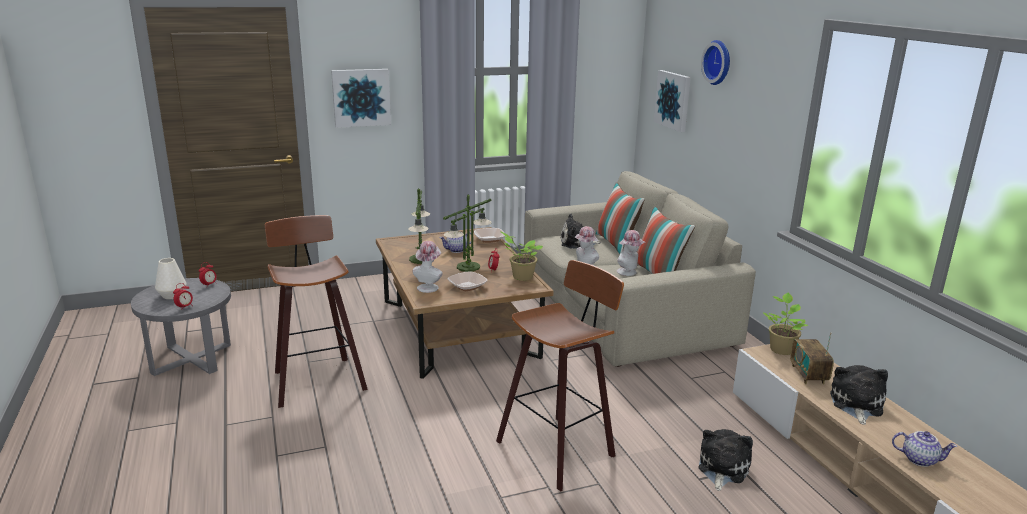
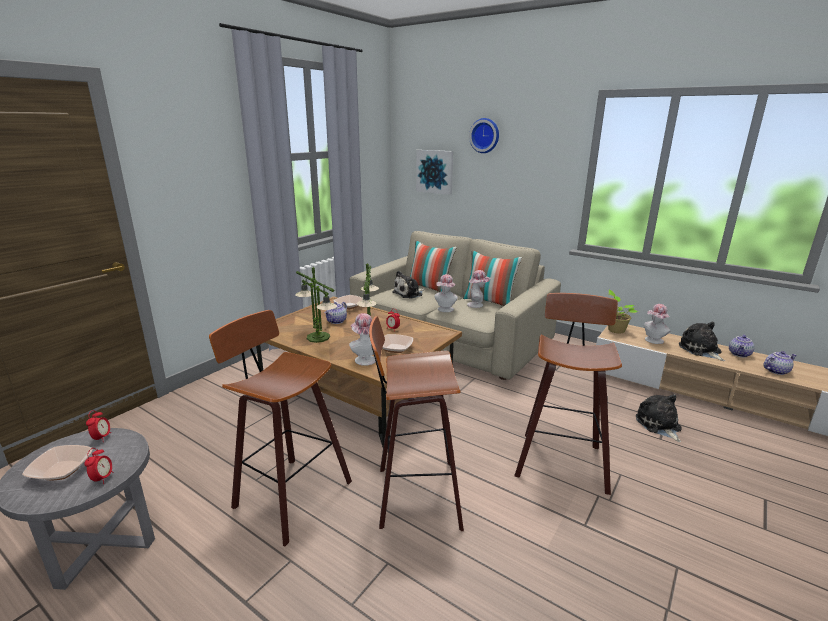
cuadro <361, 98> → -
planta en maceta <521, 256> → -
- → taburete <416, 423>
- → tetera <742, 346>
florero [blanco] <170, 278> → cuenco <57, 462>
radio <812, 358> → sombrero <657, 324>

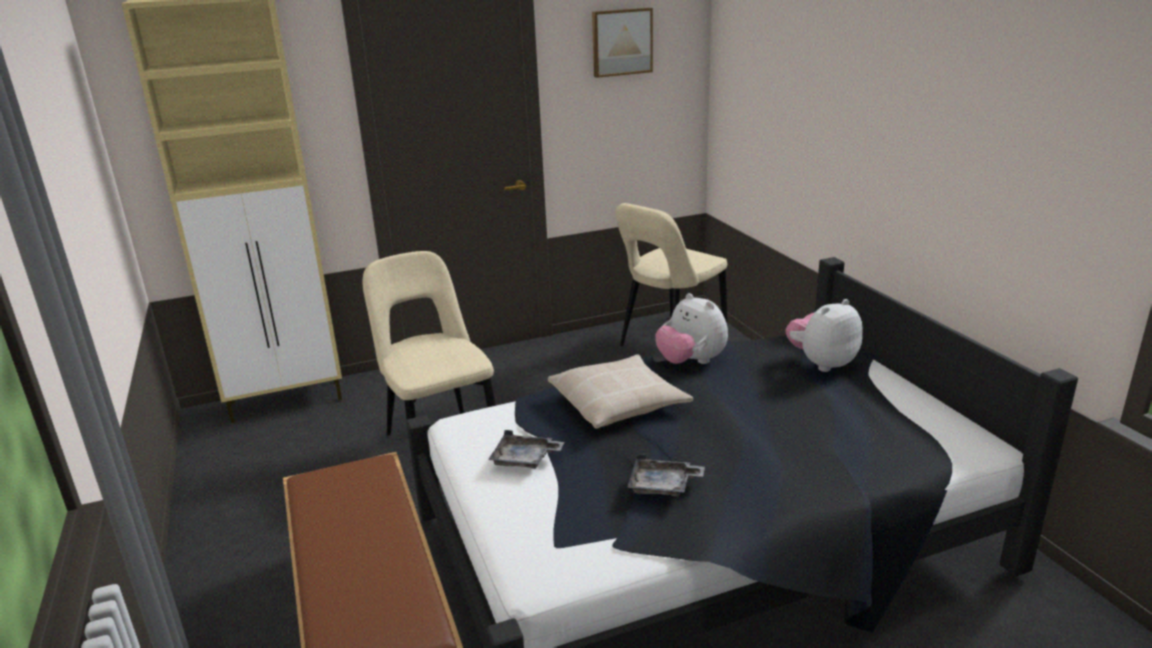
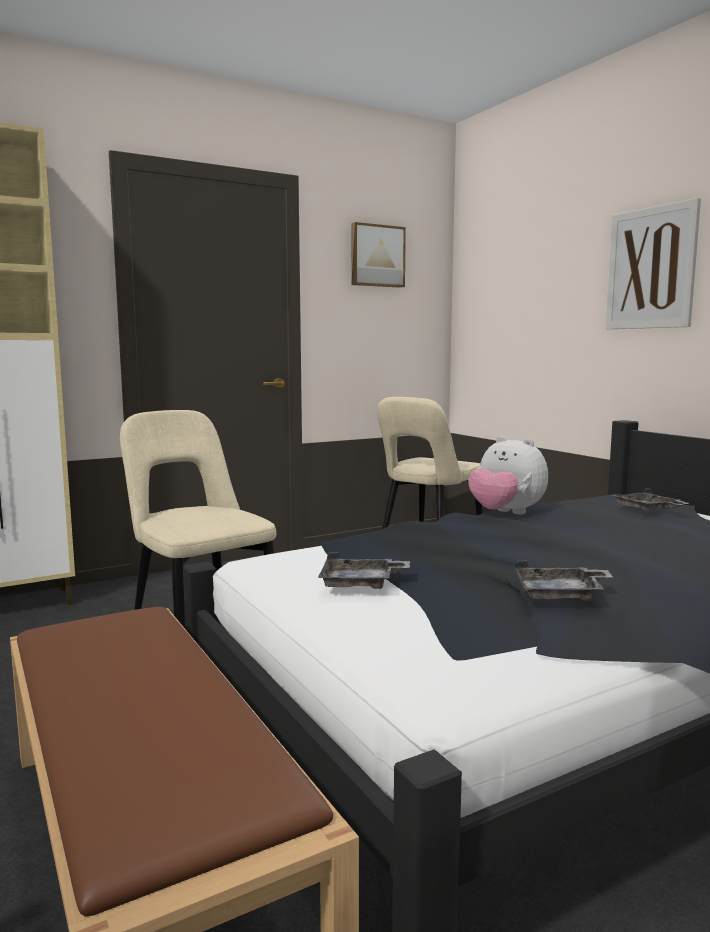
cojín [beis] <620, 391> → -
- → cuadro <653, 263>
peluche <824, 335> → bandeja [gris] <650, 500>

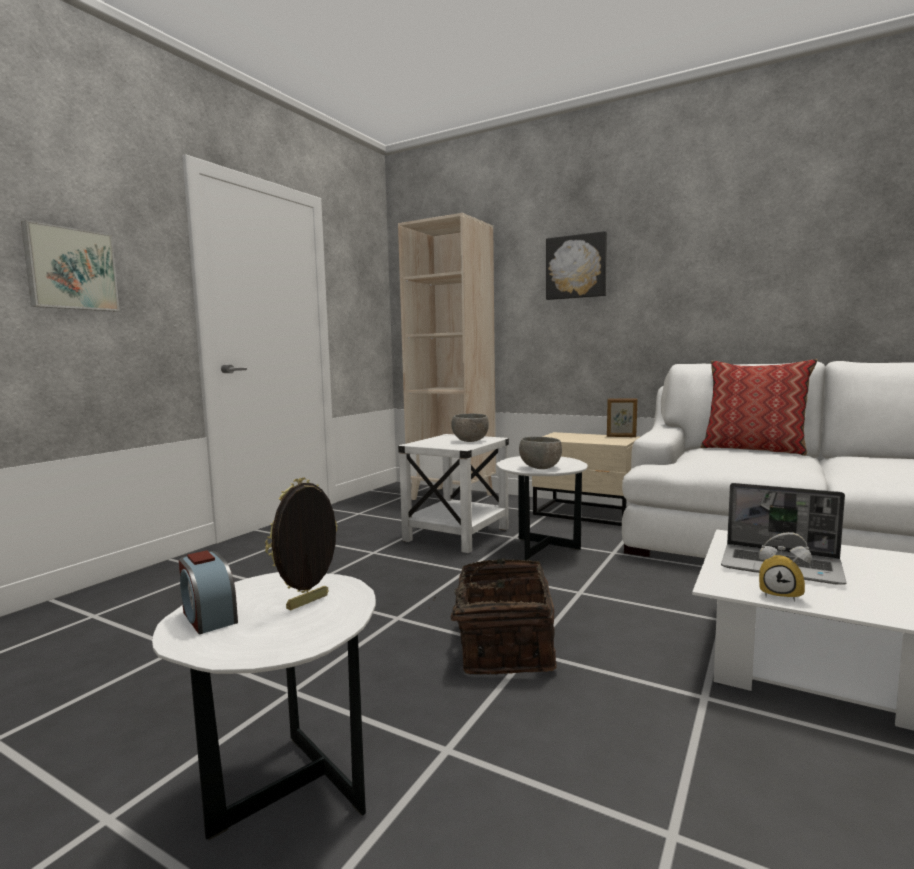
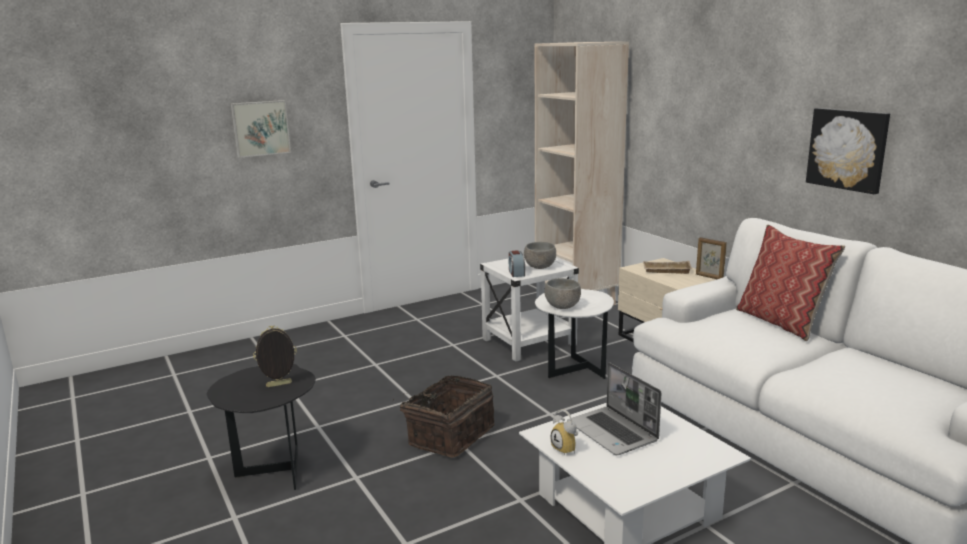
- → bandeja [beis] <667, 267>
despertador <208, 592> → despertador <517, 263>, move
cuadro <576, 265> → cuadro <848, 151>, move
mesa auxiliar [blanco] <264, 706> → mesa auxiliar [negro] <261, 427>

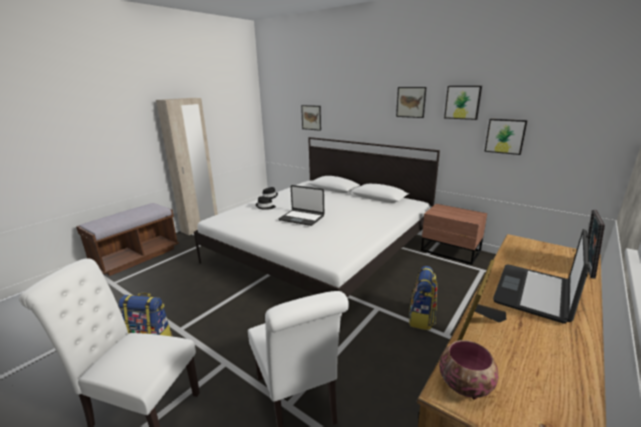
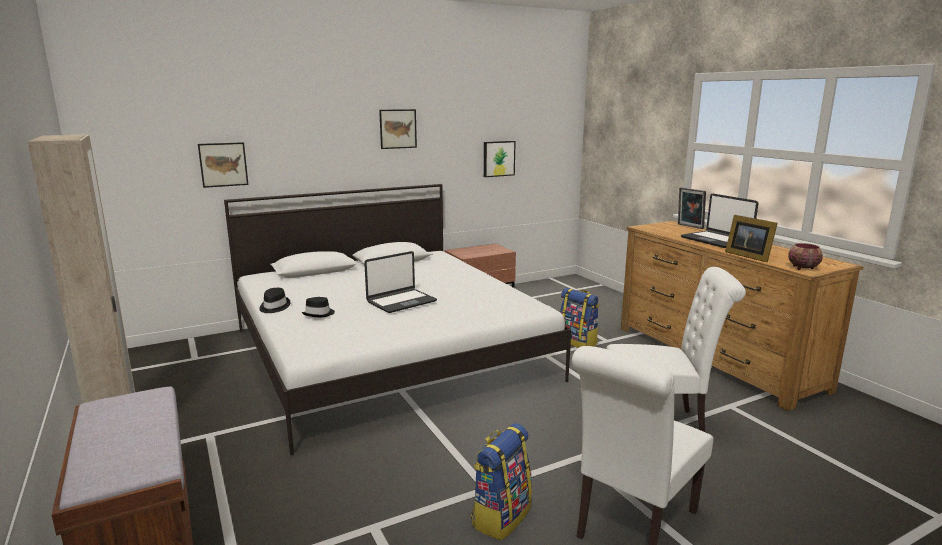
cuadro <463, 103> → -

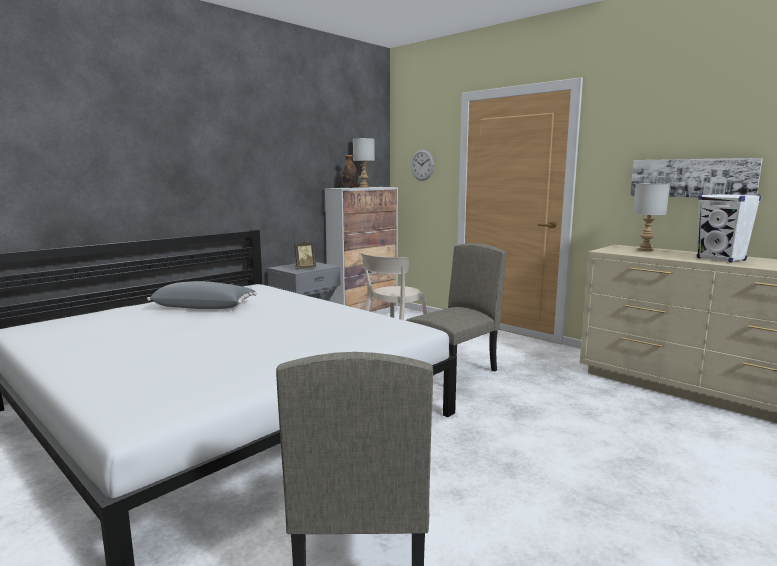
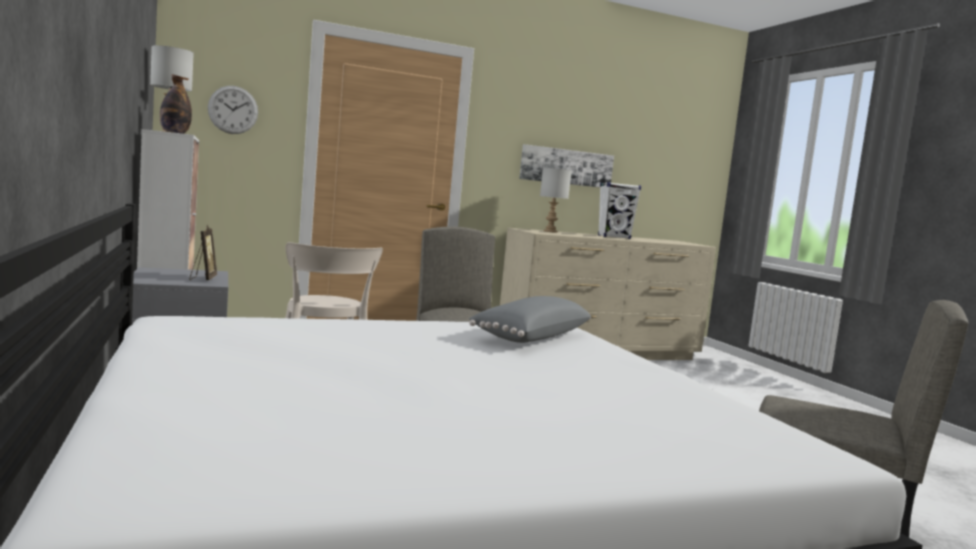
cojín [gris] <202, 295> → cojín [gris] <530, 319>, move

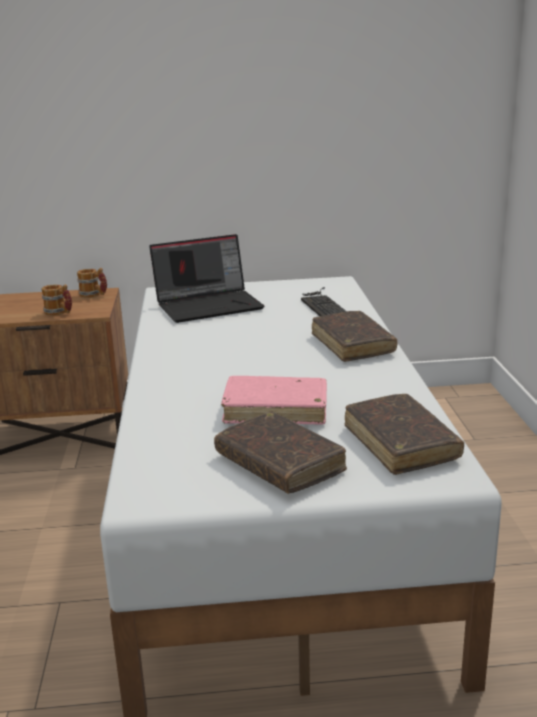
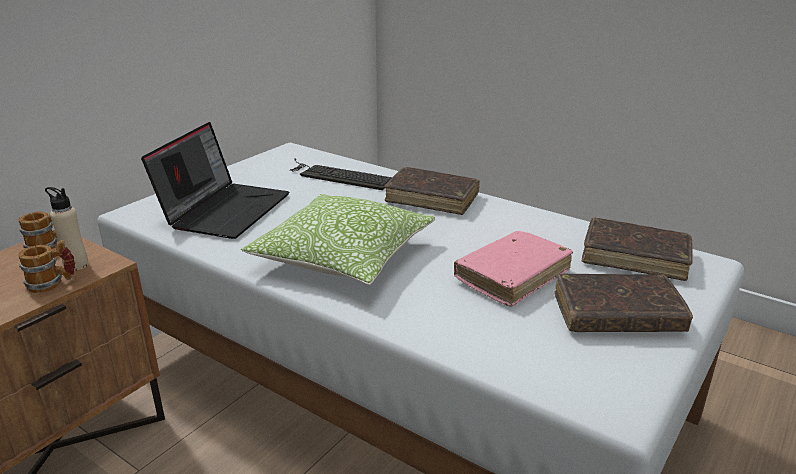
- → botella [beis] <66, 229>
- → cojín <338, 239>

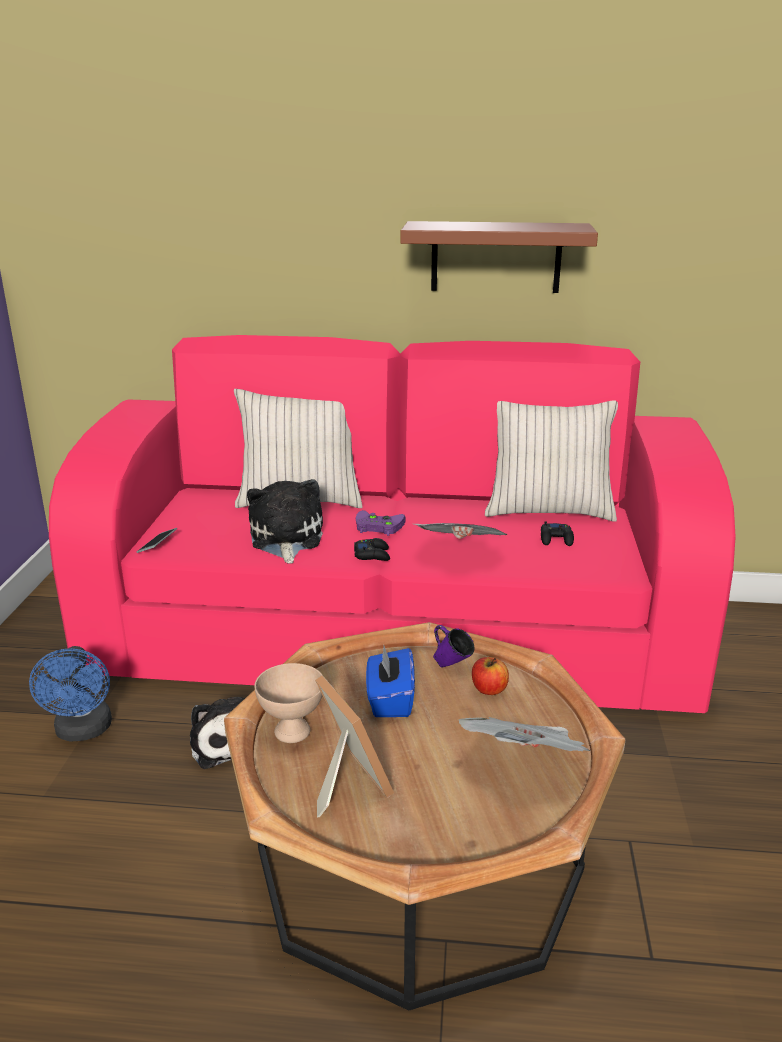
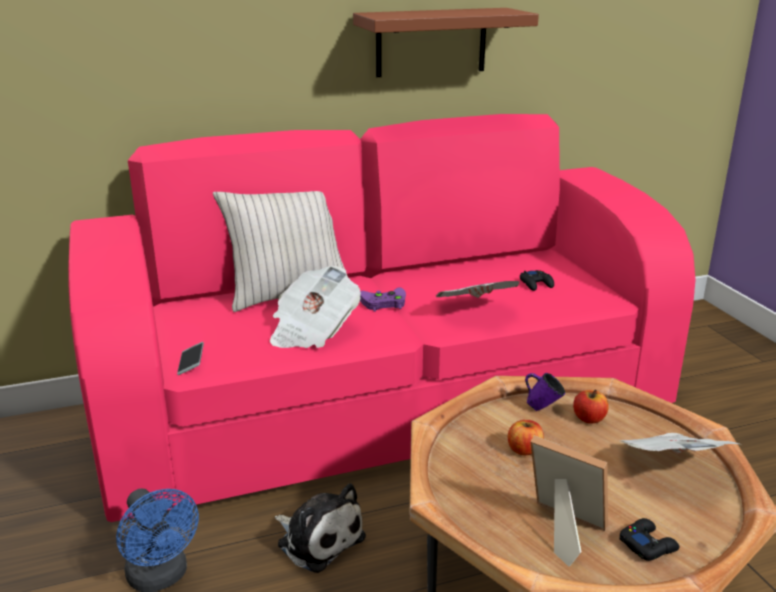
cuenco [beis] <288, 703> → -
cojín [beis] <551, 461> → -
mando de consola [negro] <372, 549> → mando de consola [negro] <649, 539>, move
peluche <285, 521> → periódico <315, 307>
caja de pañuelos [azul] <390, 681> → manzana <526, 437>

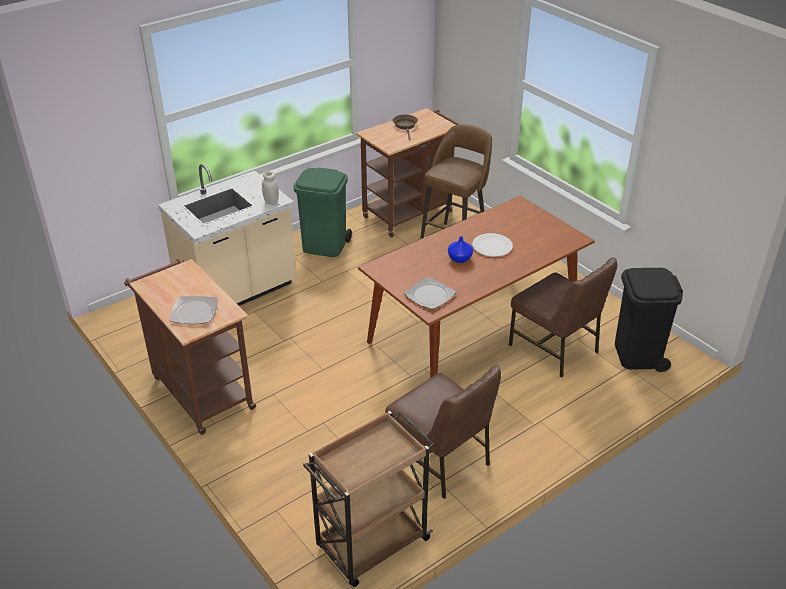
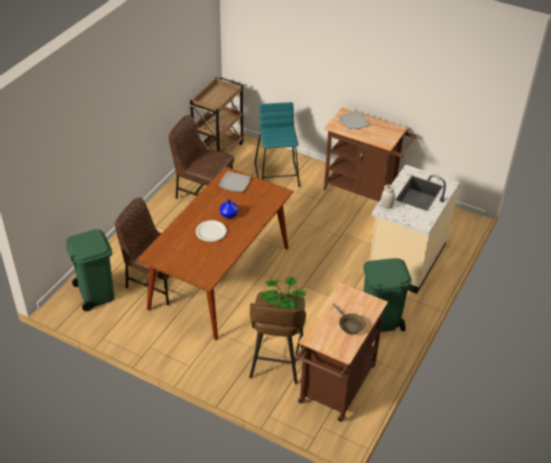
- → taburete [turquesa] <277, 144>
- → planta en maceta <283, 292>
papelera [negro] <649, 320> → papelera [verde] <90, 270>

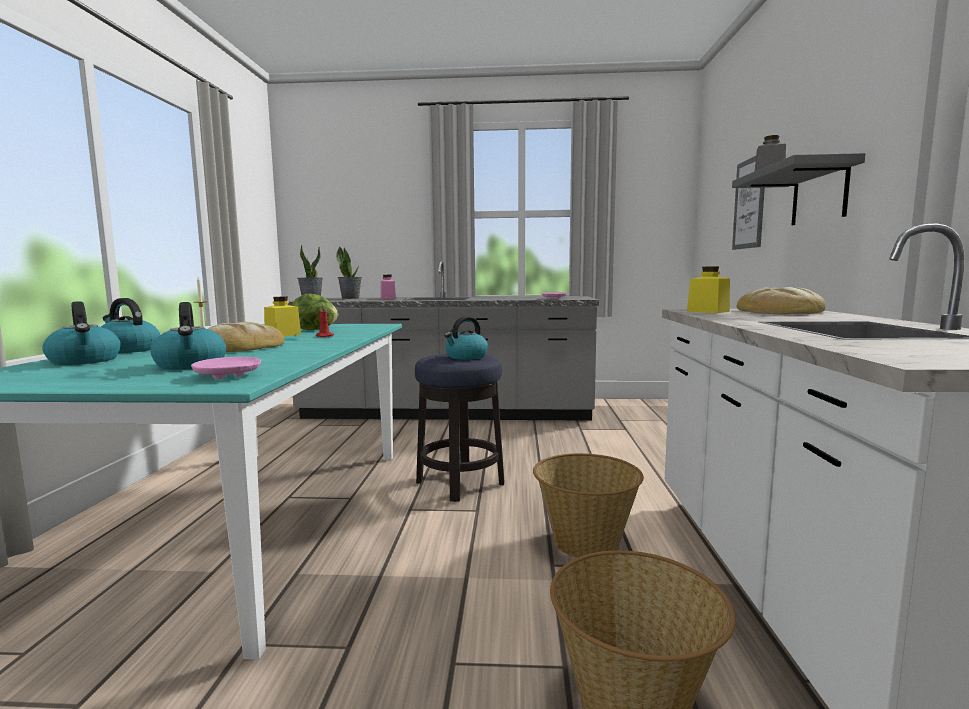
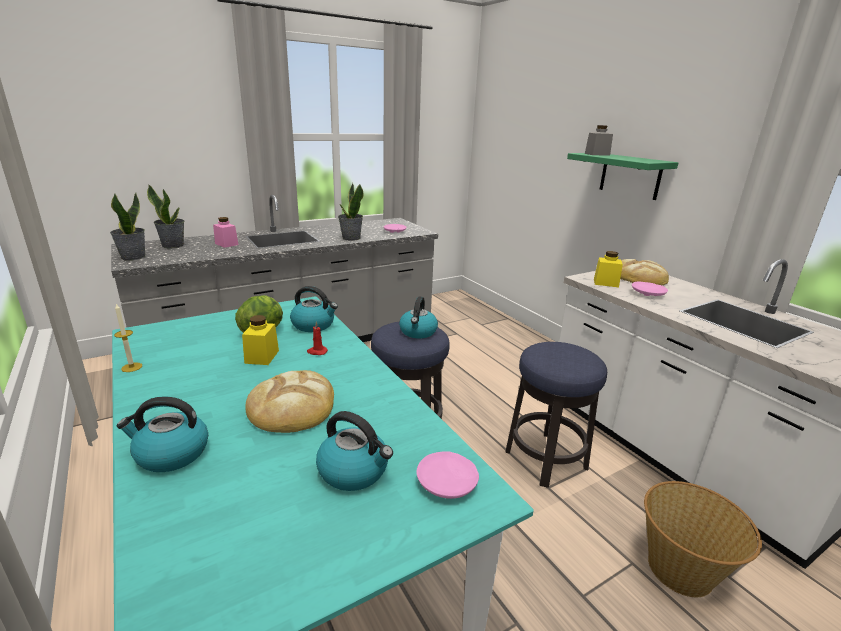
cuadro <748, 203> → -
- → planta en maceta <351, 212>
- → plato [rosa] <650, 289>
hervidor <81, 333> → hervidor <314, 309>, move
cesta <588, 505> → taburete <556, 415>
estante [gris] <798, 189> → estante [verde] <623, 176>

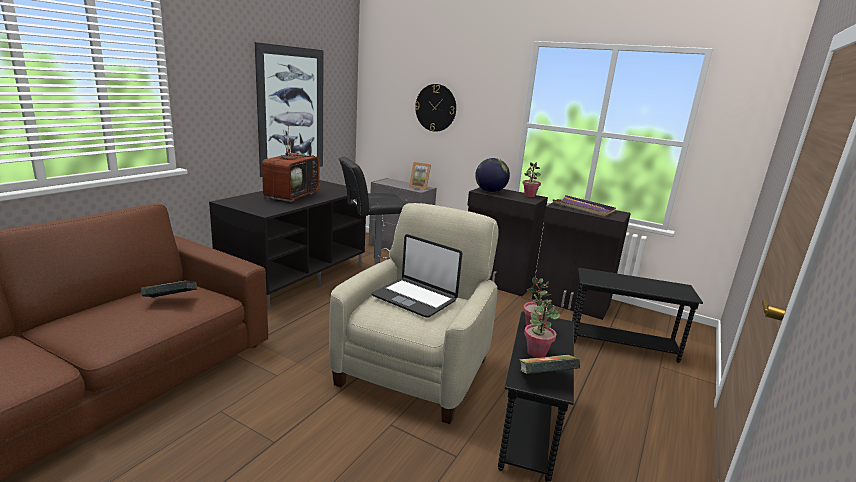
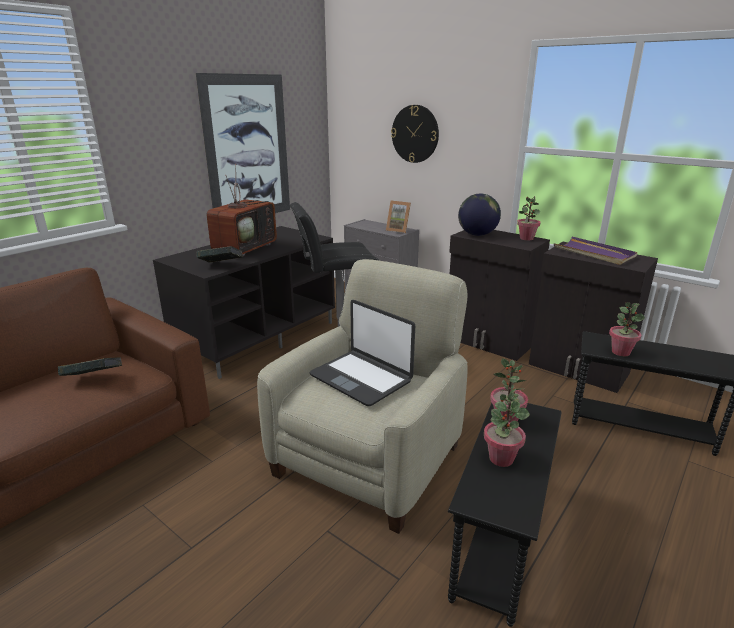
- → planta en maceta <627, 329>
libro <549, 364> → libro <219, 254>, move

